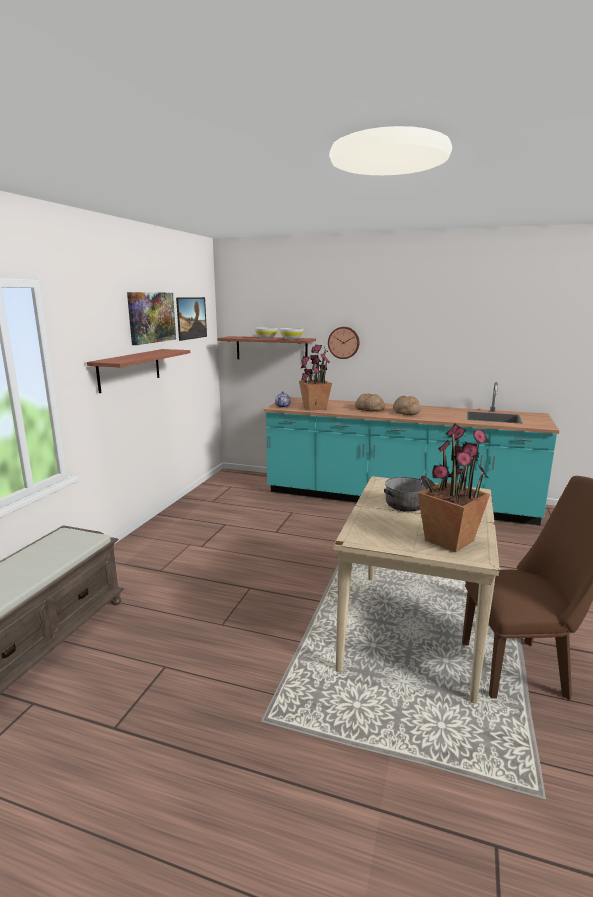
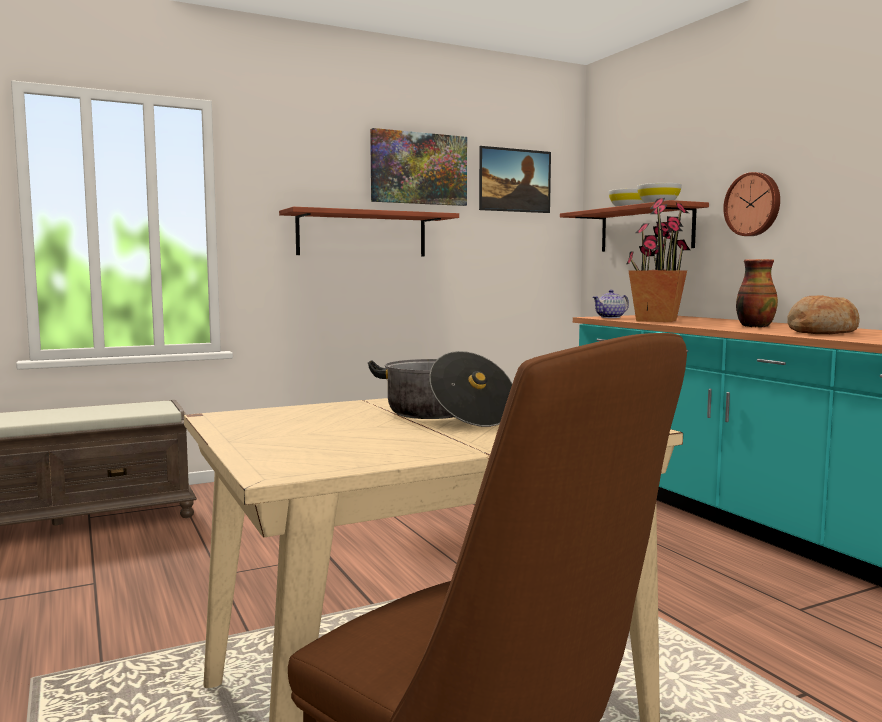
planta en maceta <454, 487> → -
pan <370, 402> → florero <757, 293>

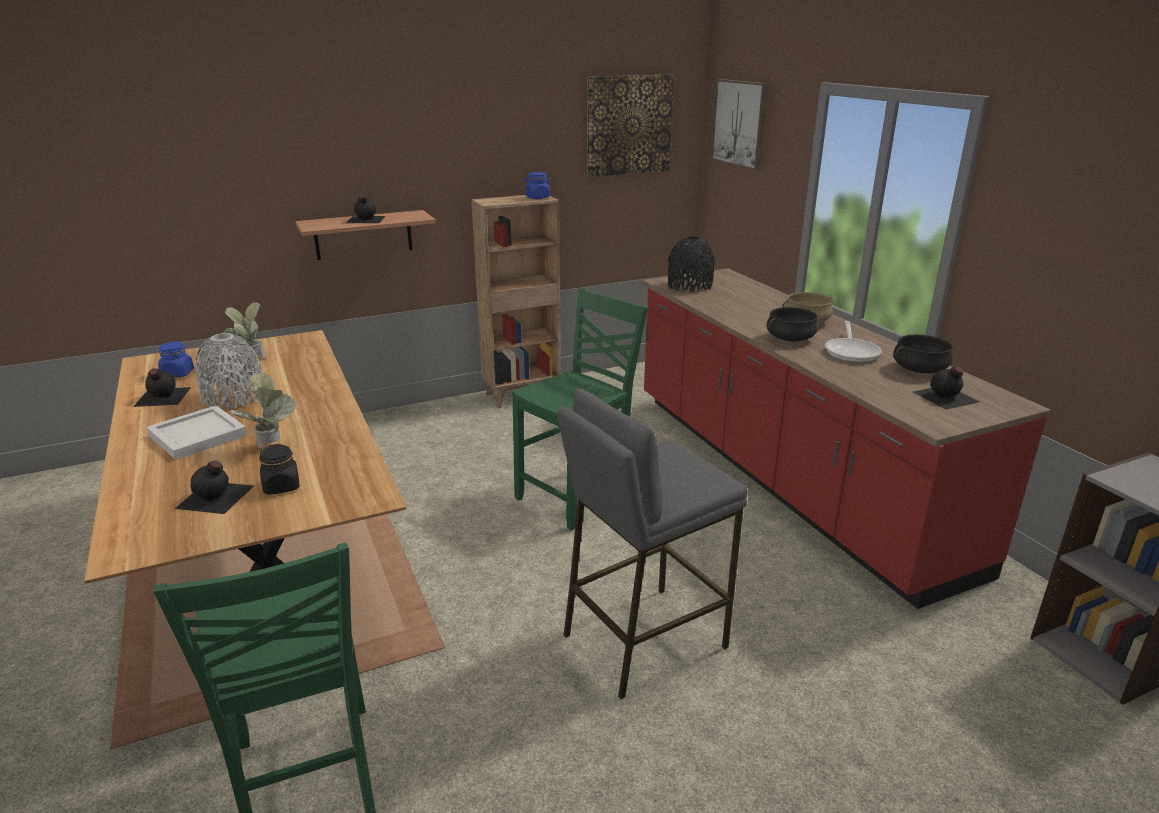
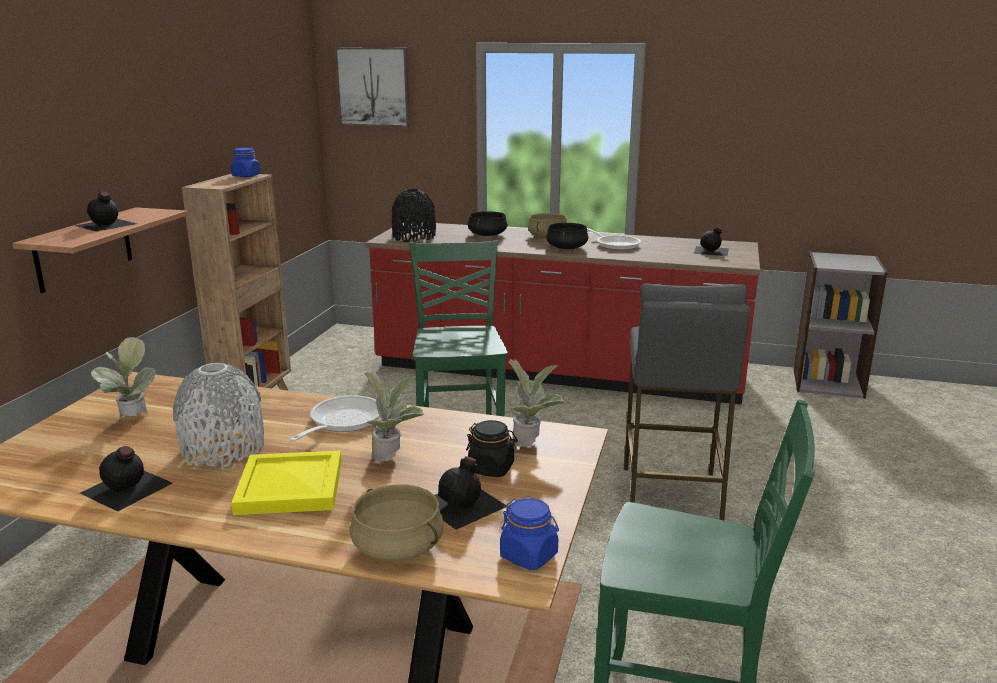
cuadro <630, 125> → -
- → sartén <334, 418>
- → olla [beis] <396, 522>
- → planta en maceta <536, 403>
tarro [azul] <176, 359> → tarro [azul] <529, 534>, move
olla [negro] <922, 353> → olla [negro] <487, 223>, move
bandeja [blanco] <196, 432> → bandeja [amarillo] <286, 482>

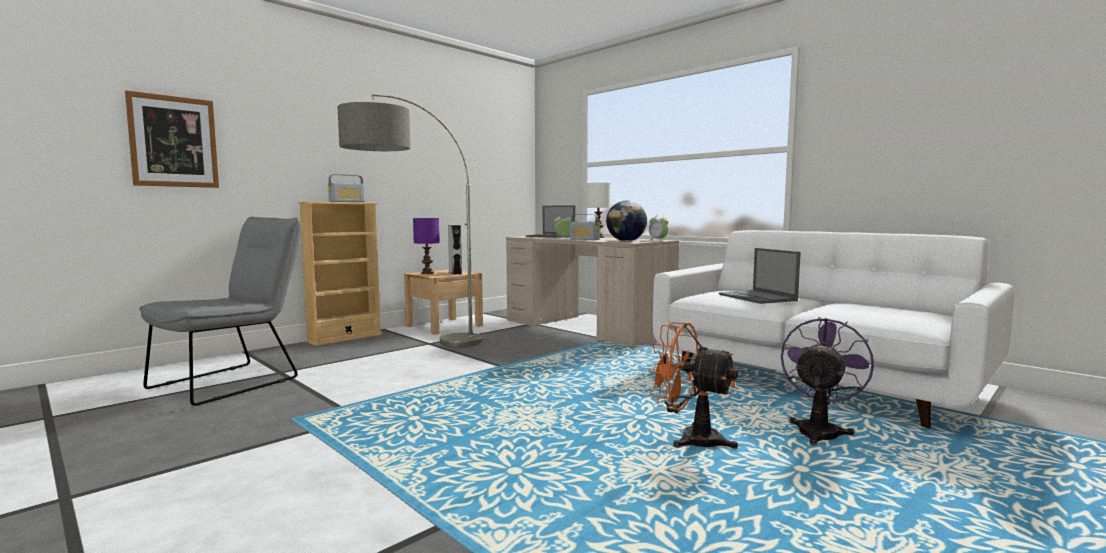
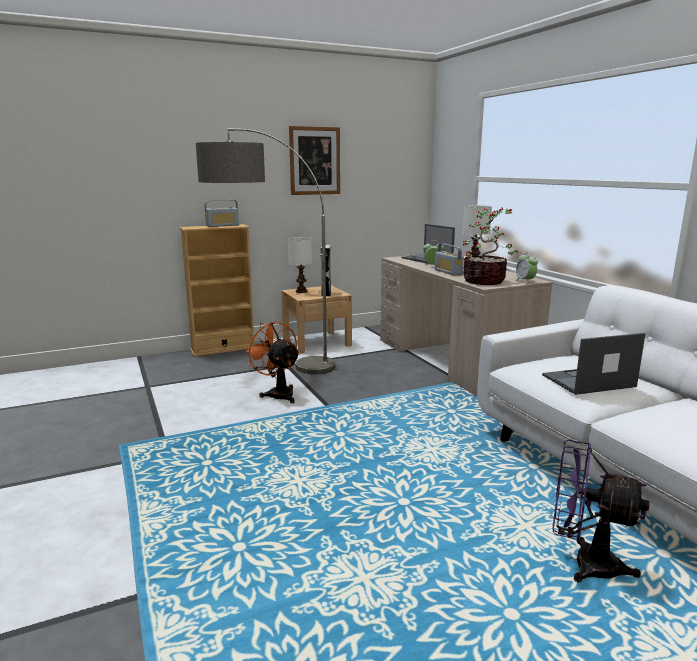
silla [gris] <220, 311> → -
cuadro <172, 139> → cuadro <314, 160>, move
ventilador [naranja] <693, 385> → ventilador [naranja] <272, 362>, move
globo terráqueo <626, 221> → planta en maceta <490, 246>
lámpara de mesa [morado] <426, 246> → lámpara de mesa [blanco] <300, 265>
portátil <760, 276> → portátil <594, 364>, 75 degrees clockwise
ventilador [morado] <828, 381> → ventilador [morado] <601, 511>, 120 degrees counterclockwise

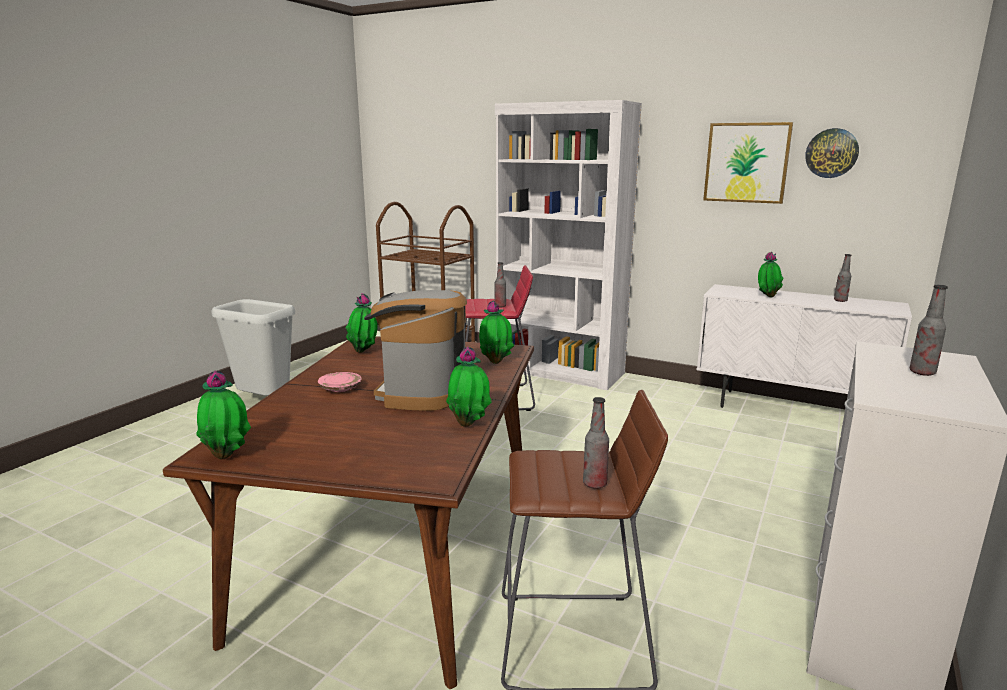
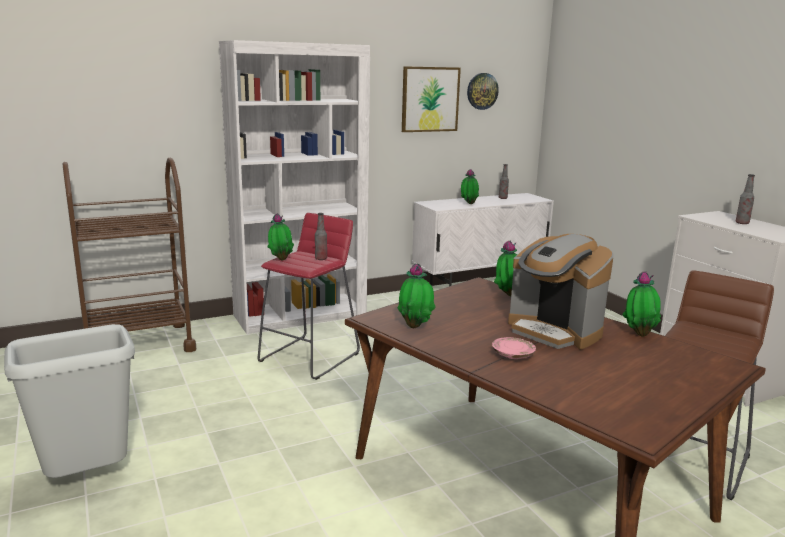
botella <596, 443> → -
planta en maceta <223, 415> → planta en maceta <280, 236>, move

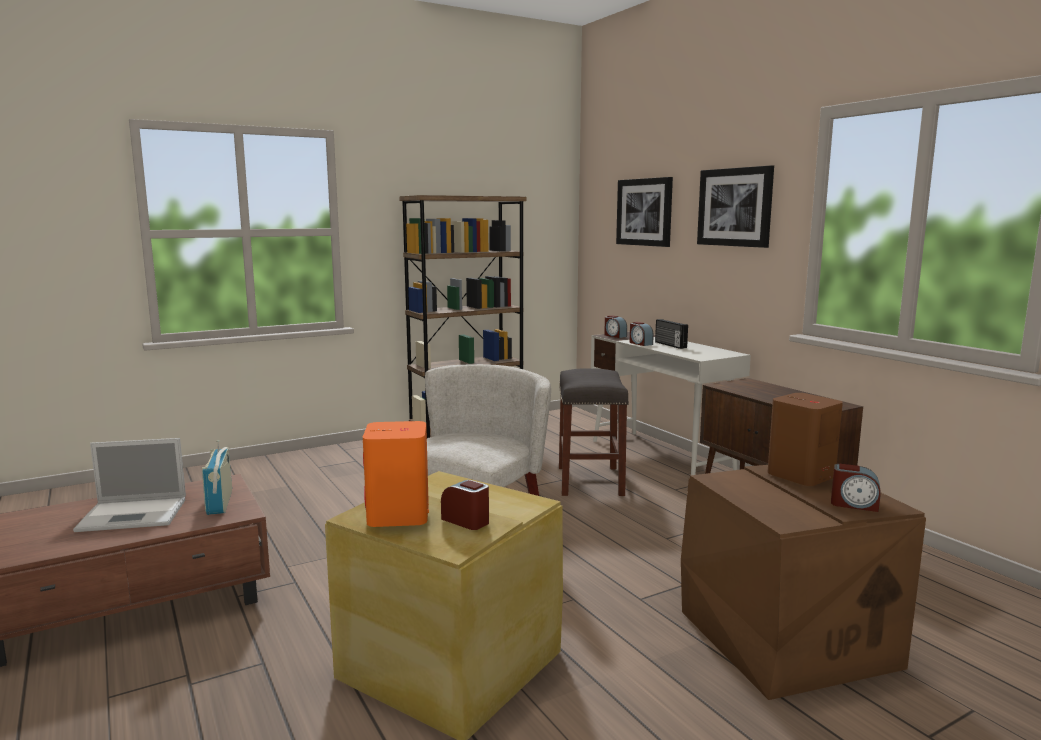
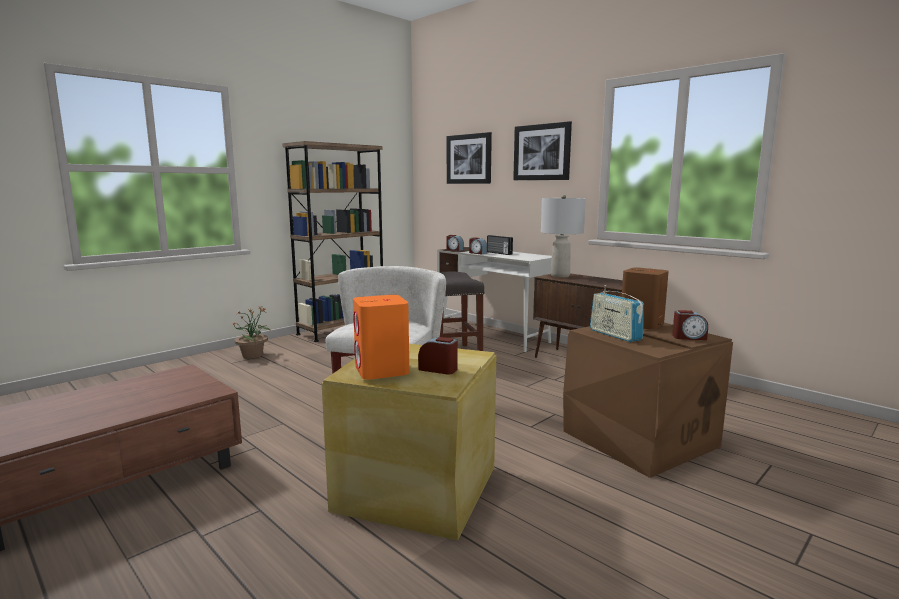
portátil <129, 485> → -
- → planta en maceta <251, 333>
- → lámpara de mesa [gris] <563, 236>
radio <217, 477> → radio <616, 313>, move

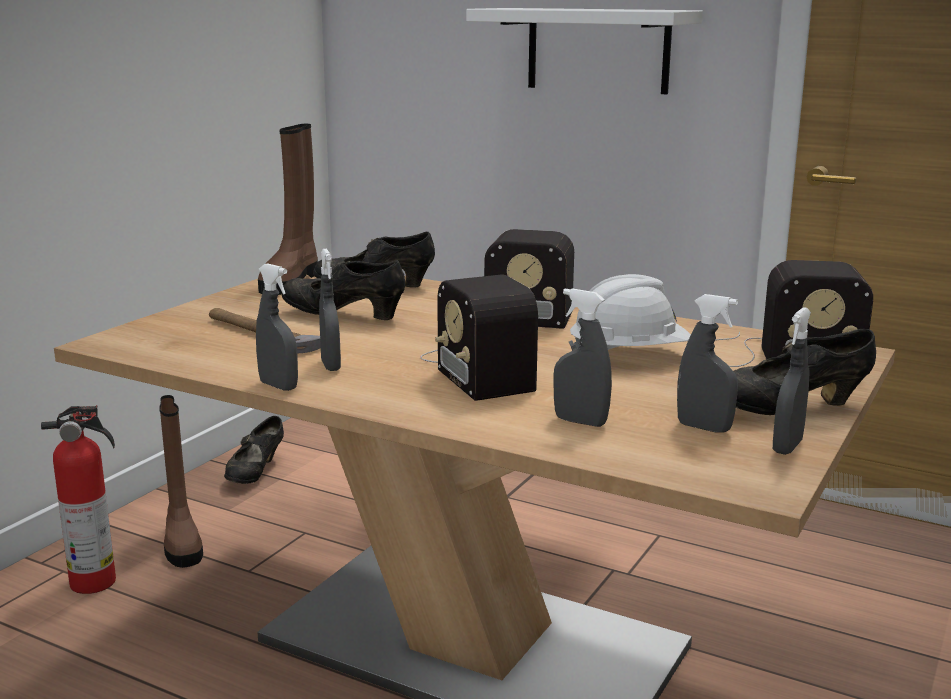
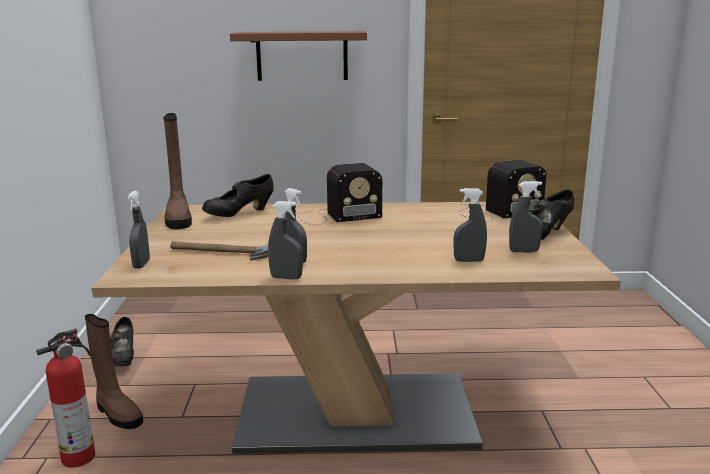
zapato [negro] <343, 290> → -
radio <479, 337> → -
casco [blanco] <630, 312> → -
pulverizador [gris] <792, 381> → pulverizador [gris] <138, 229>, move
estante [blanco] <584, 51> → estante [marrón] <298, 56>

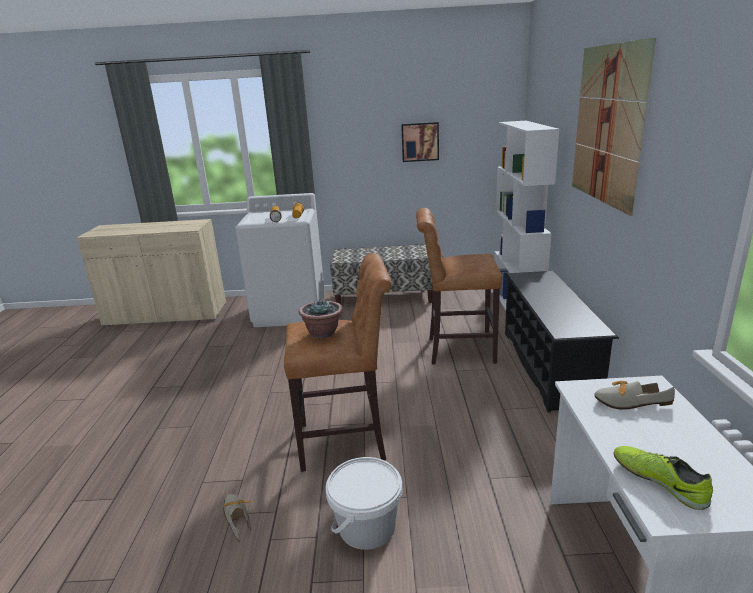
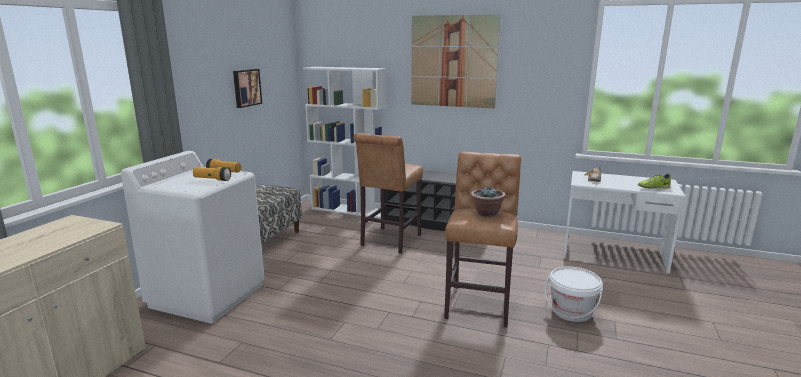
zapato <237, 518> → -

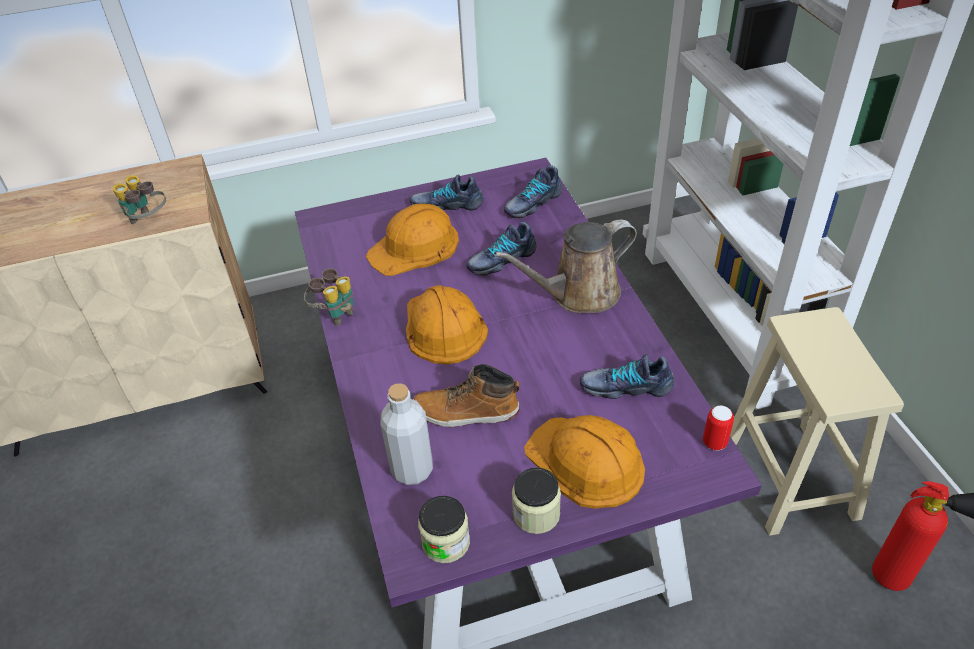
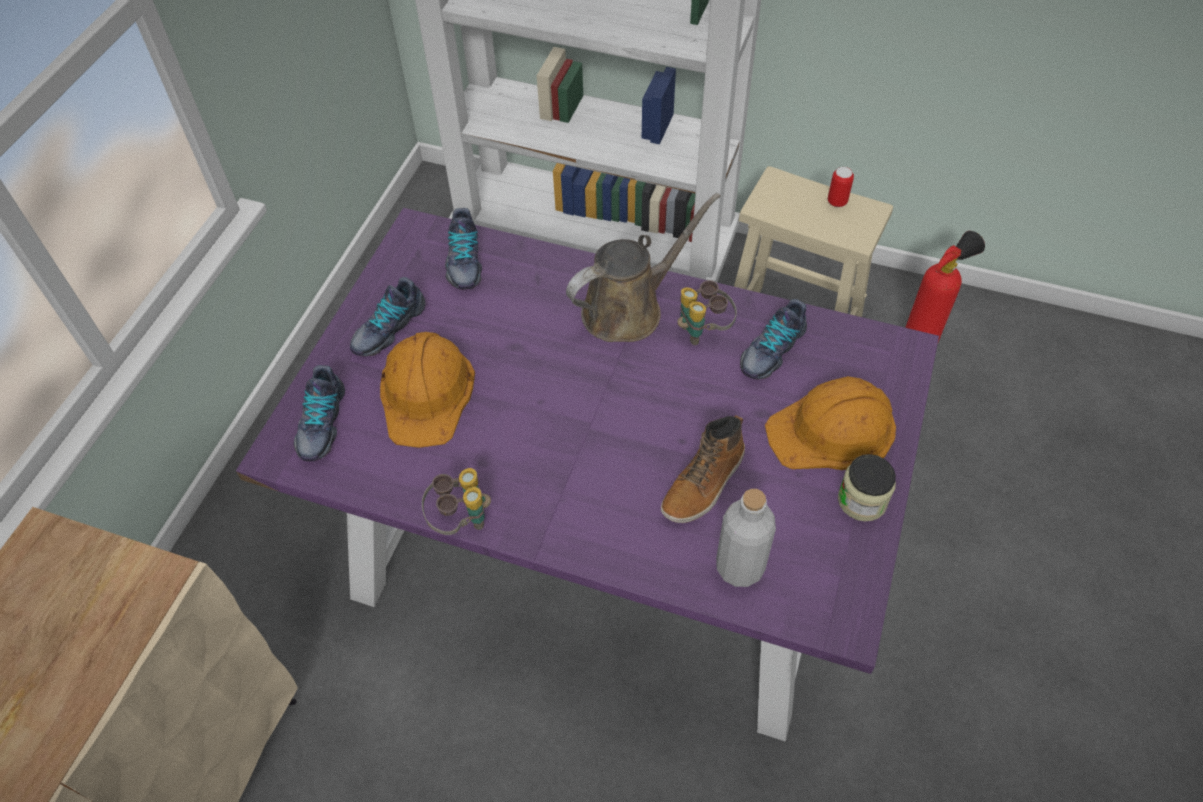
casco [naranja] <447, 324> → -
tarro <444, 529> → -
prismáticos <139, 199> → prismáticos <707, 312>, move
zapato <501, 249> → zapato <319, 413>, move
lata <718, 427> → lata <841, 187>, move
regadera [marrón] <565, 266> → regadera [marrón] <643, 267>, 135 degrees counterclockwise

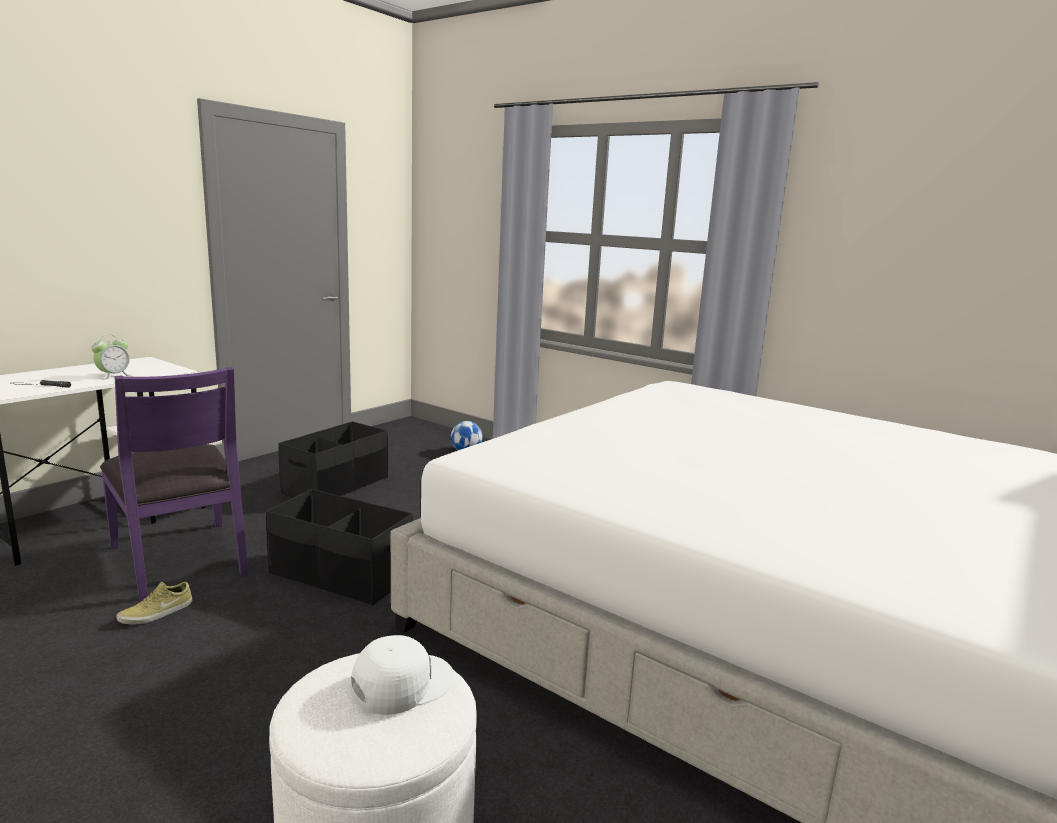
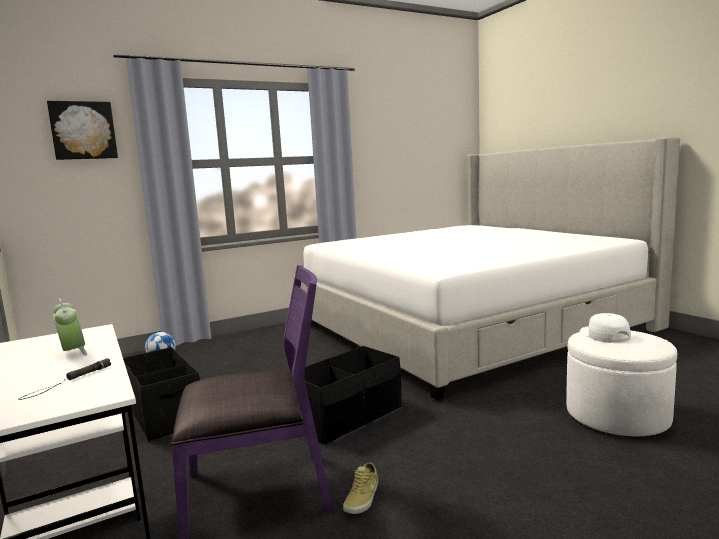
- → cuadro <82, 130>
zapato [beis] <154, 603> → zapato [beis] <360, 488>, 45 degrees clockwise

